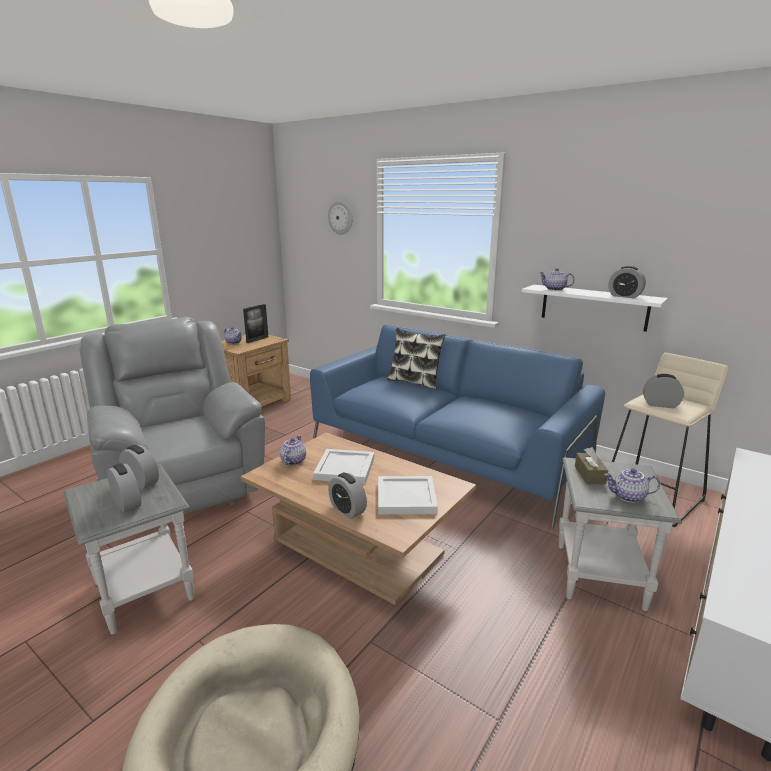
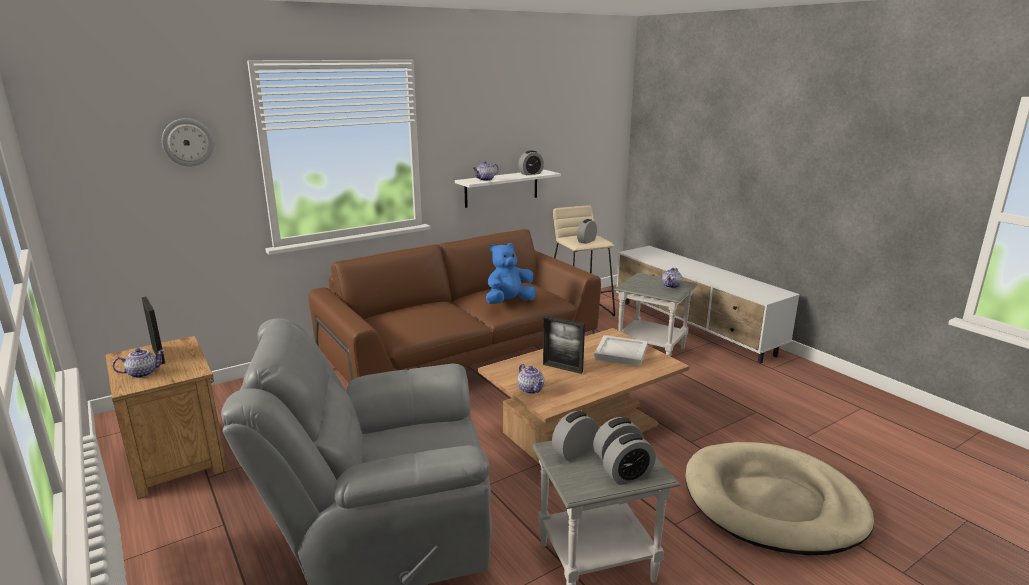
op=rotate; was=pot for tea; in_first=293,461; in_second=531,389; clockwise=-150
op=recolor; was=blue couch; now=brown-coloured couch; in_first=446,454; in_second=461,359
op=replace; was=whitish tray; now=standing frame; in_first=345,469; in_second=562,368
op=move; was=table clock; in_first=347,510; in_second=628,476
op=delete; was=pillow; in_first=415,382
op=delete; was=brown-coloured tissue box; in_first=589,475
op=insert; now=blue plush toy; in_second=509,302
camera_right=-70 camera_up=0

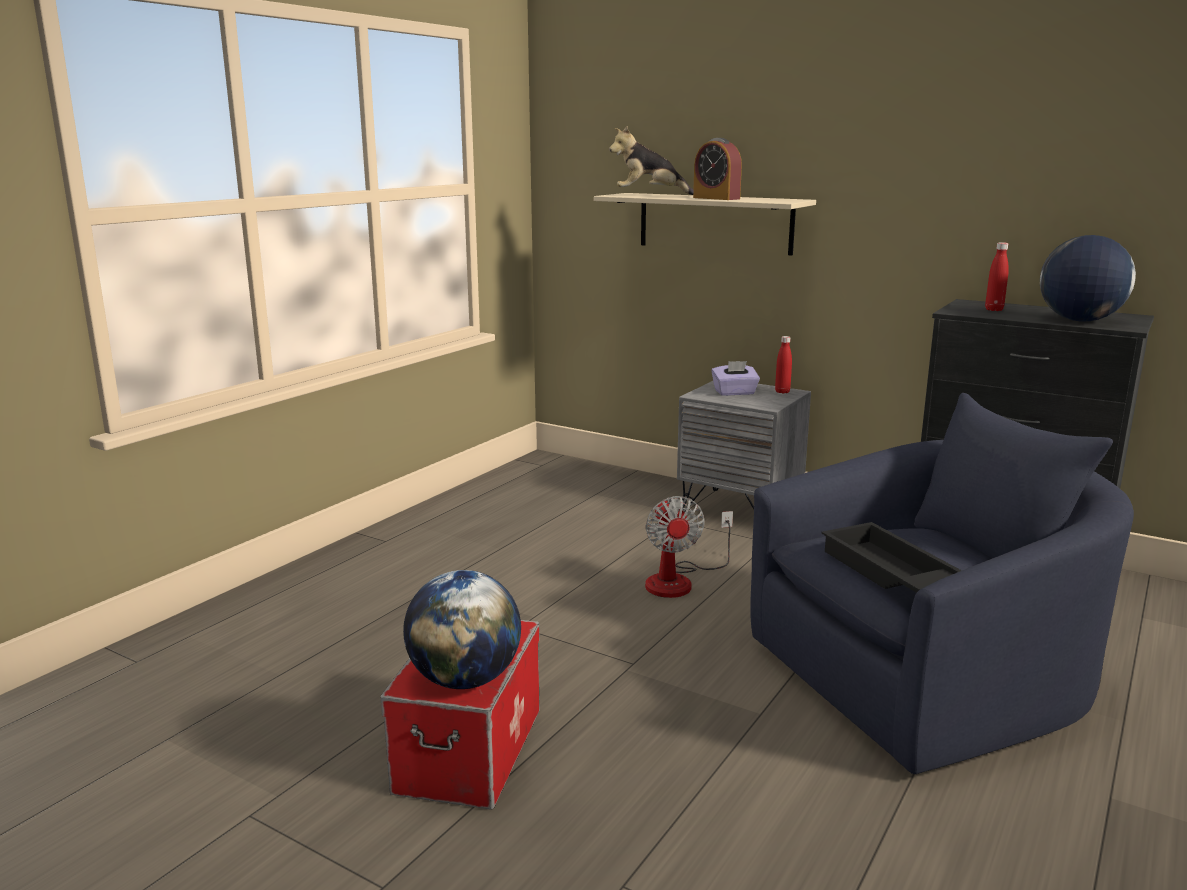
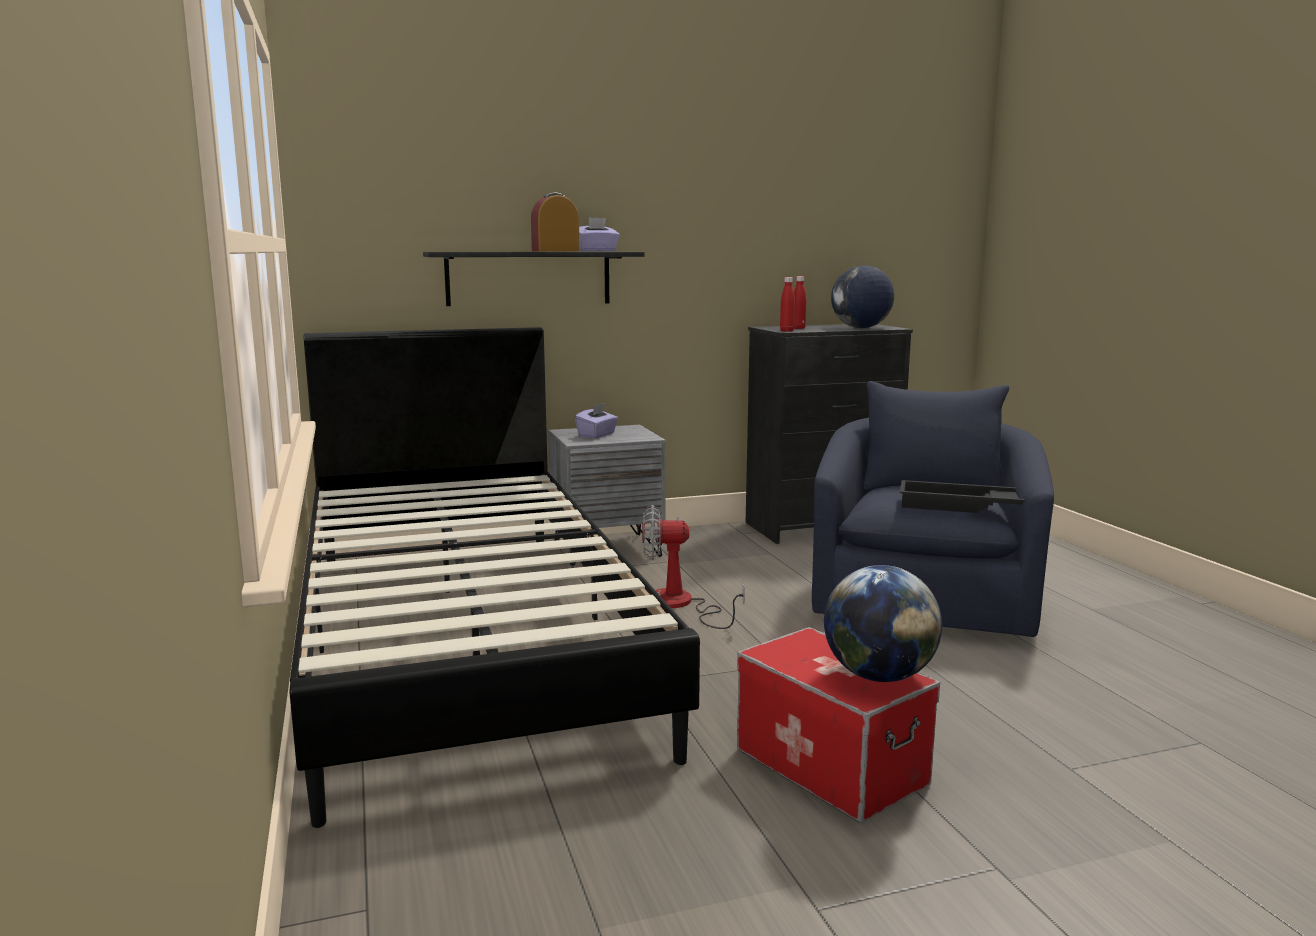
op=recolor; was=beige wall shelf; now=blackish wall shelf; in_first=715,223; in_second=528,278
op=delete; was=plush toy; in_first=649,195
op=rotate; was=cooling fan; in_first=679,580; in_second=680,605; clockwise=150
op=rotate; was=table clock; in_first=716,198; in_second=555,251; clockwise=150
op=move; was=red bottle; in_first=782,392; in_second=787,331
op=insert; now=blackish bed; in_second=465,639
op=insert; now=purple-coloured tissue box; in_second=596,251
camera_right=-50 camera_up=-5

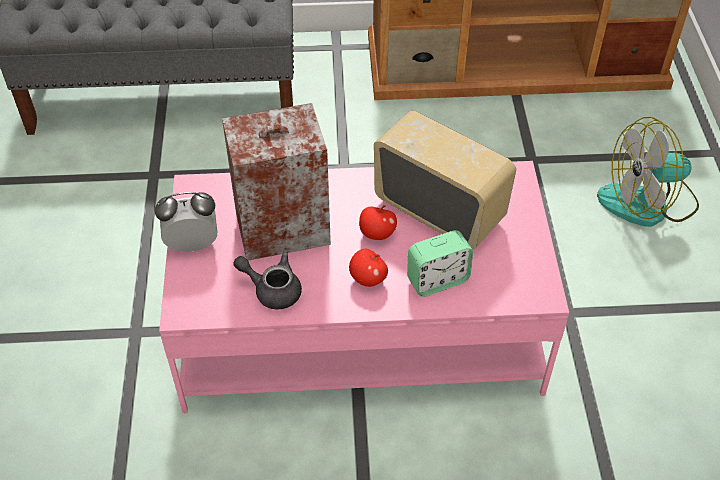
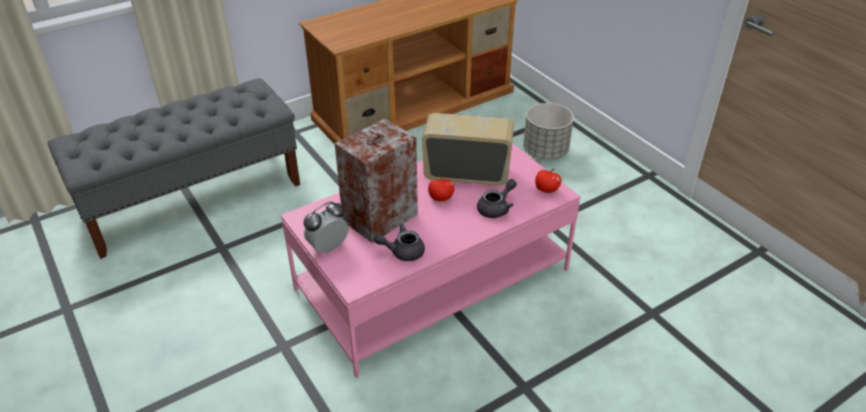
op=move; was=apple fruit; in_first=368,279; in_second=546,190
op=replace; was=table clock; now=gray pot for tea; in_first=437,280; in_second=496,208
op=replace; was=cooling fan; now=gray planter; in_first=648,202; in_second=545,152
camera_right=-30 camera_up=-10

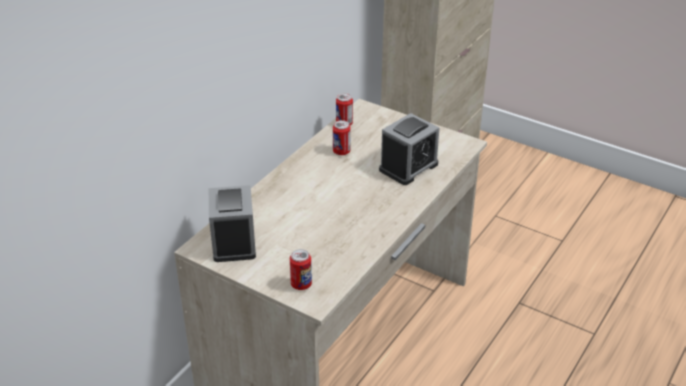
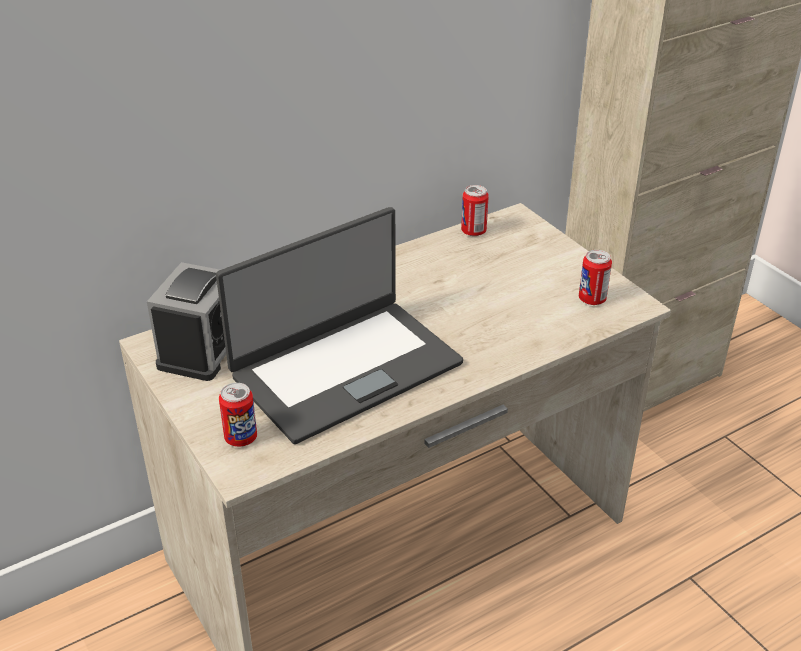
op=move; was=metal can; in_first=341,152; in_second=592,299
op=delete; was=table clock; in_first=408,167
op=insert; now=notebook computer; in_second=344,368
camera_right=25 camera_up=0

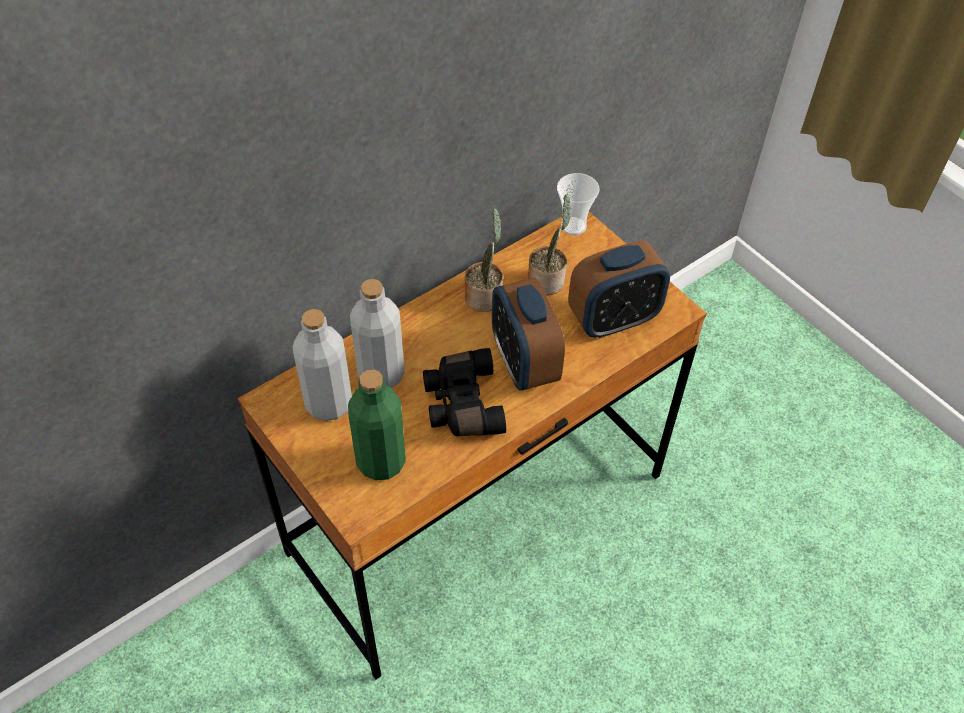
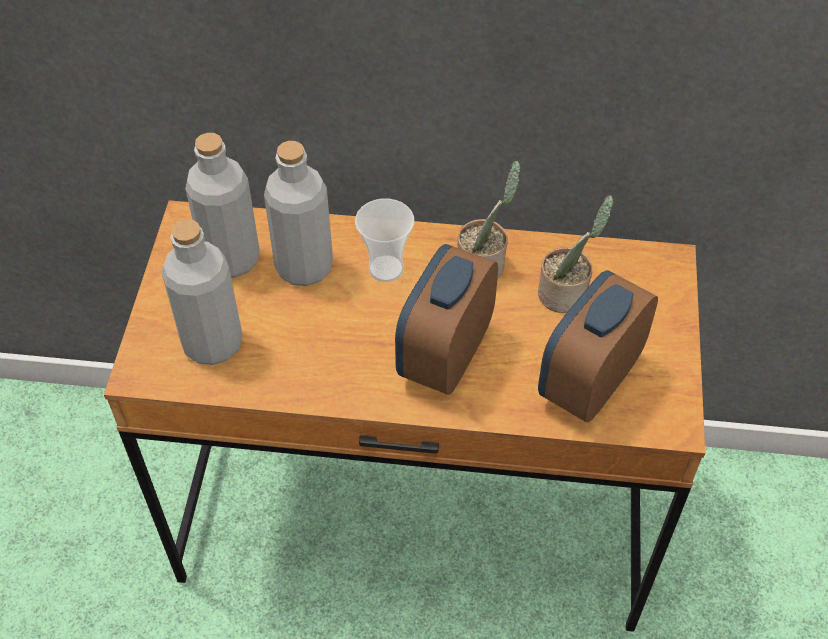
op=recolor; was=green bottle; now=gray bottle; in_first=381,461; in_second=212,343
op=delete; was=blackish pair of binoculars; in_first=461,404
op=move; was=cup; in_first=573,226; in_second=386,269
op=rotate; was=table clock; in_first=613,319; in_second=588,382; clockwise=105
camera_right=45 camera_up=0

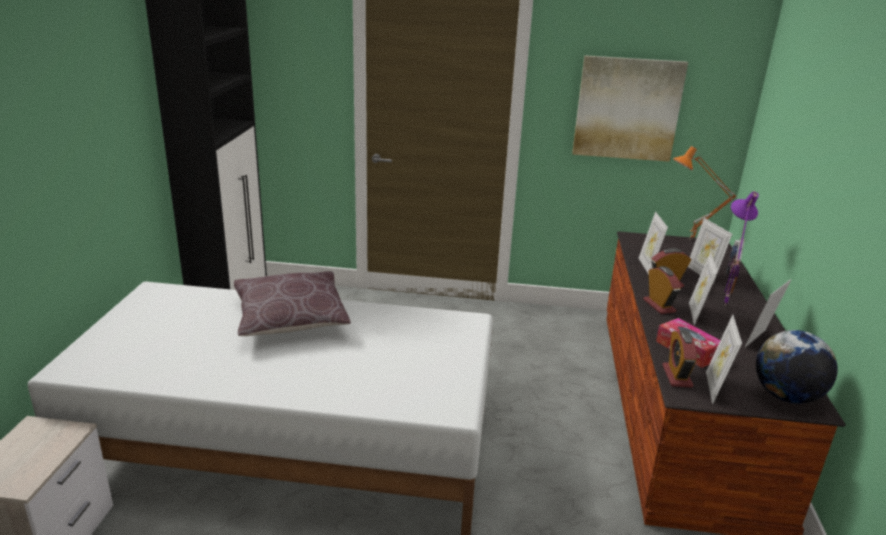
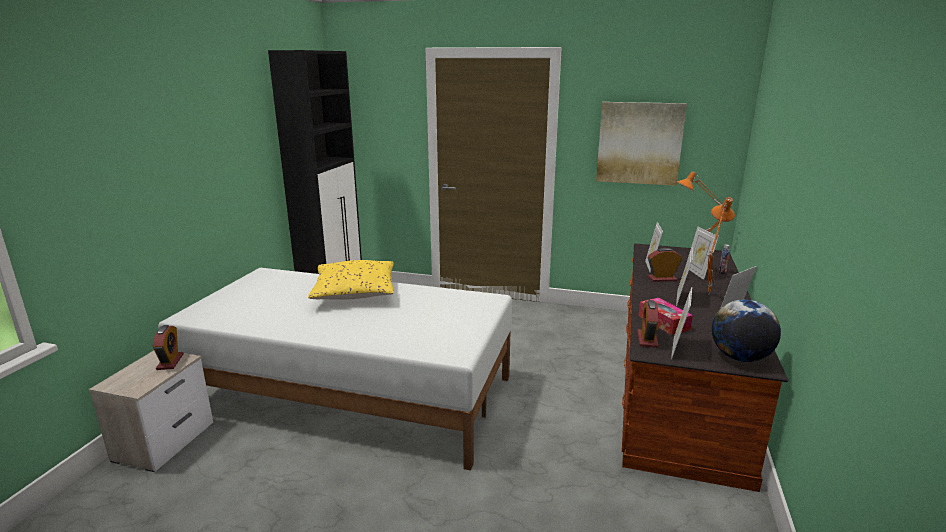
op=recolor; was=brown-coloured pillow; now=yellow pillow; in_first=290,318; in_second=355,292
op=move; was=table clock; in_first=659,306; in_second=170,362
op=recolor; was=purple-coloured lamp for a table; now=orangey lamp for a table; in_first=722,305; in_second=706,293
camera_right=10 camera_up=-5

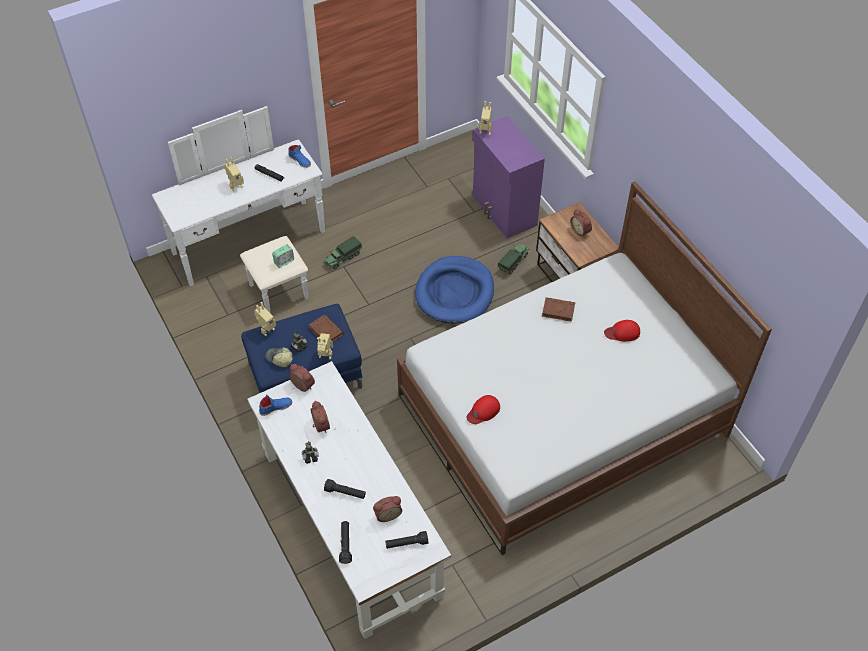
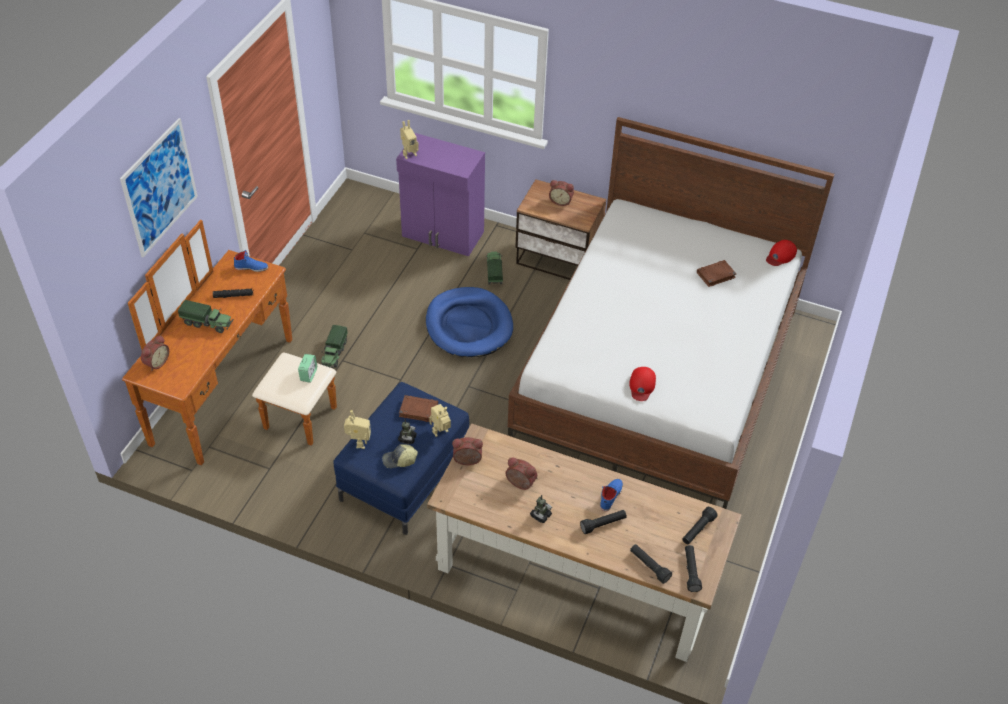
op=recolor; was=whitish dresser; now=brown-coloured dresser; in_first=256,253; in_second=241,396
op=replace; was=toy robot; now=model truck; in_first=235,186; in_second=208,323
op=recolor; was=whitish desk table; now=brown-coloured desk table; in_first=349,522; in_second=574,575
op=move; was=blue shoe; in_first=275,407; in_second=610,496
op=move; was=table clock; in_first=387,514; in_second=156,362
op=move; was=brown-coloured book; in_first=558,310; in_second=715,275
op=move; was=red baseball cap; in_first=622,332; in_second=780,255
op=insert; now=wall art; in_second=160,187
op=insert; now=blackish torch; in_second=691,571
camera_right=-40 camera_up=-5

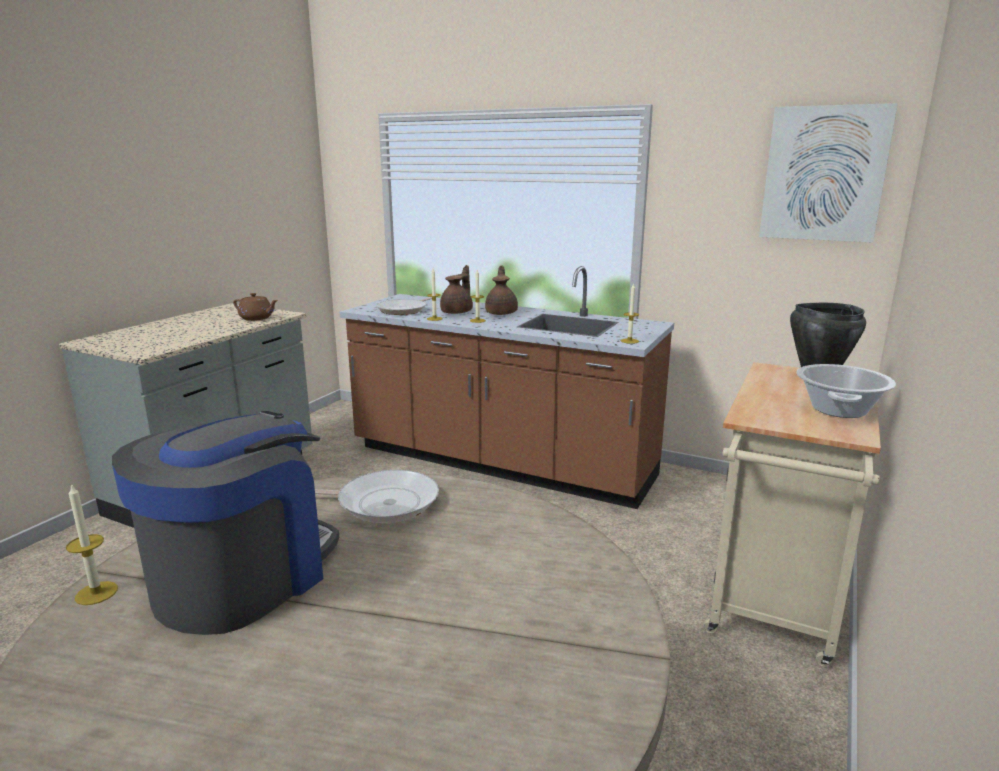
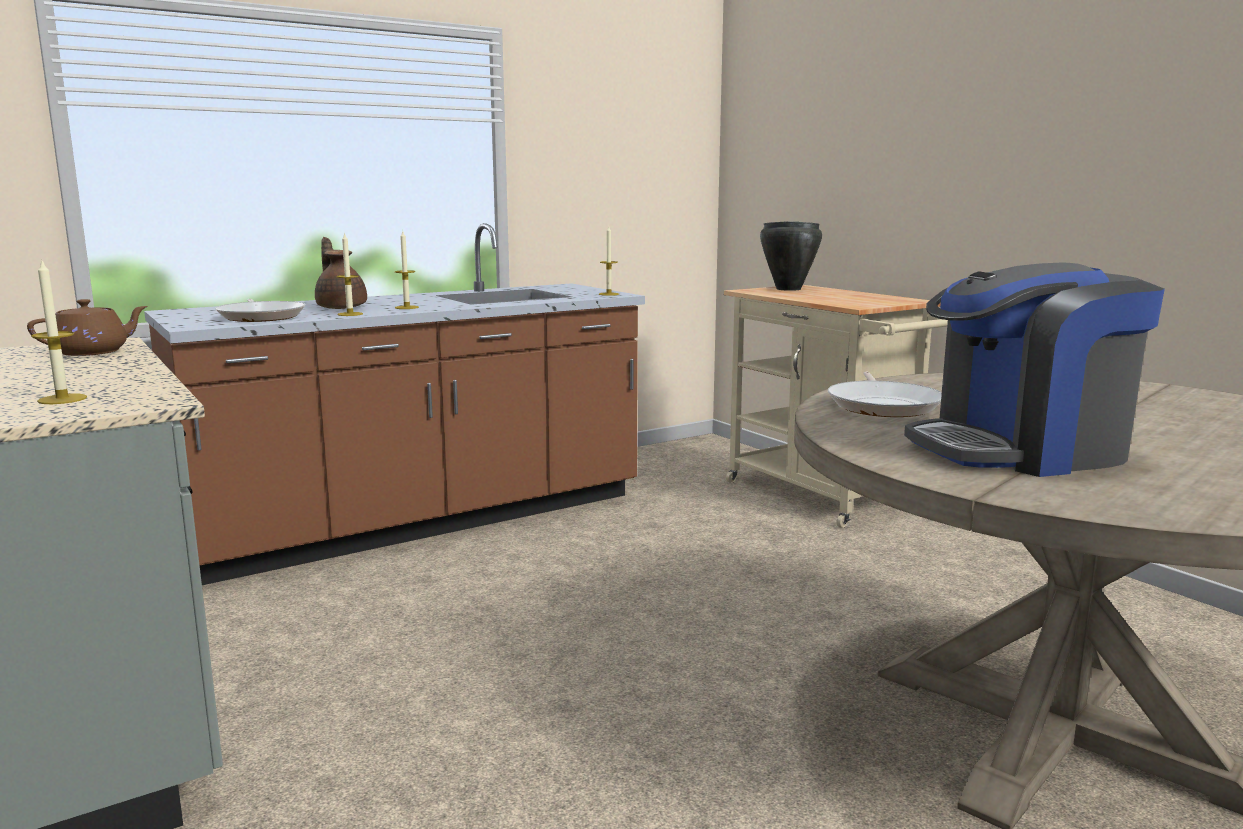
op=move; was=wax light; in_first=96,593; in_second=62,399
op=rotate; was=coffee machine; in_first=243,577; in_second=1021,450; clockwise=-75
op=rotate; was=frying pan; in_first=382,503; in_second=883,405; clockwise=150
op=delete; was=brown-coloured pot for tea; in_first=502,313
op=delete; was=wall art; in_first=824,174
op=delete; was=saucepot; in_first=839,410
camera_right=-60 camera_up=-5

